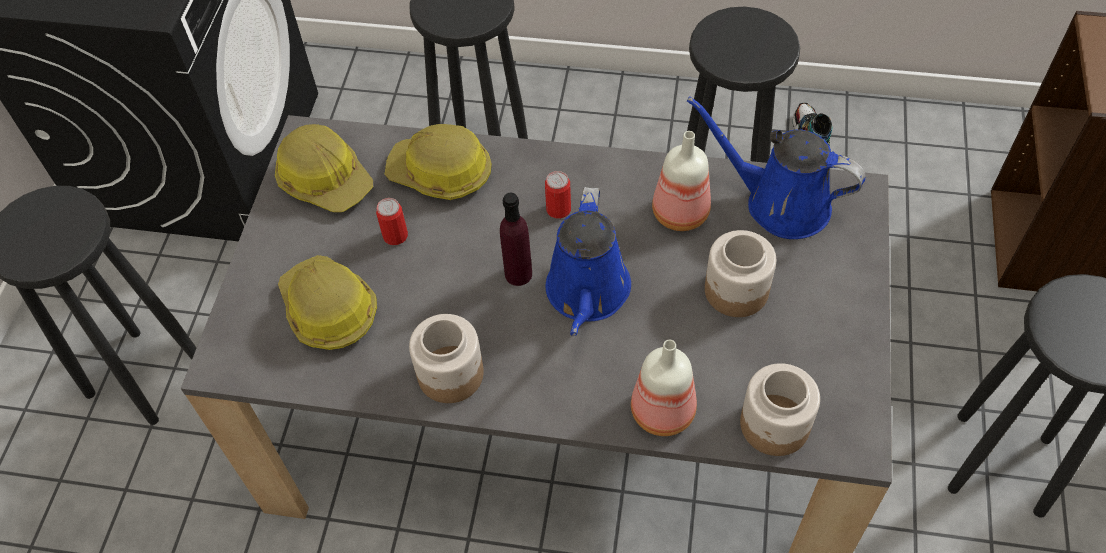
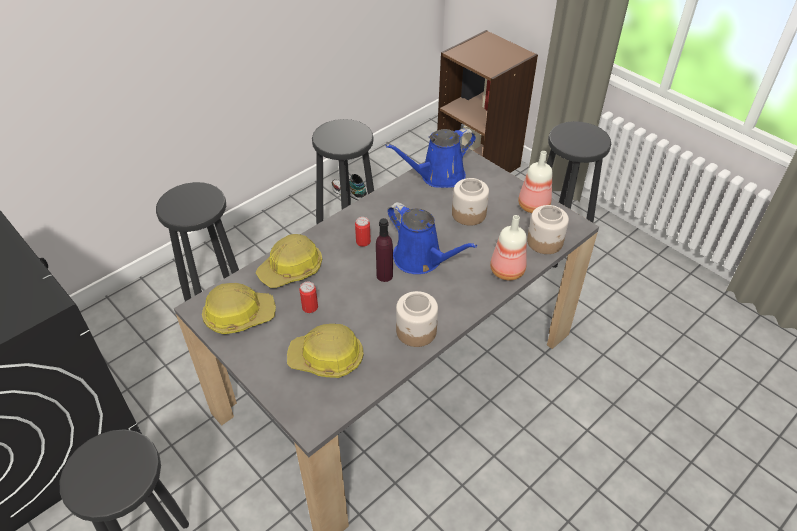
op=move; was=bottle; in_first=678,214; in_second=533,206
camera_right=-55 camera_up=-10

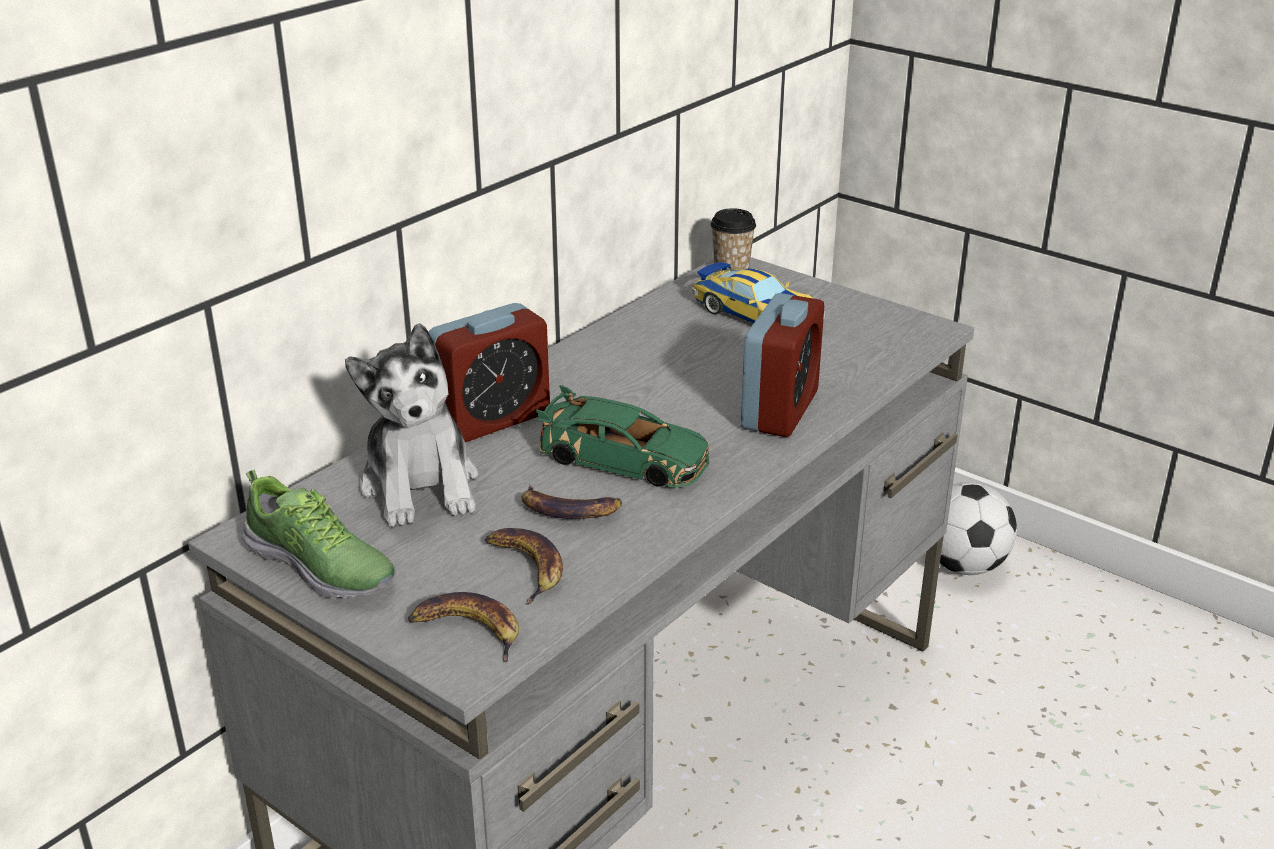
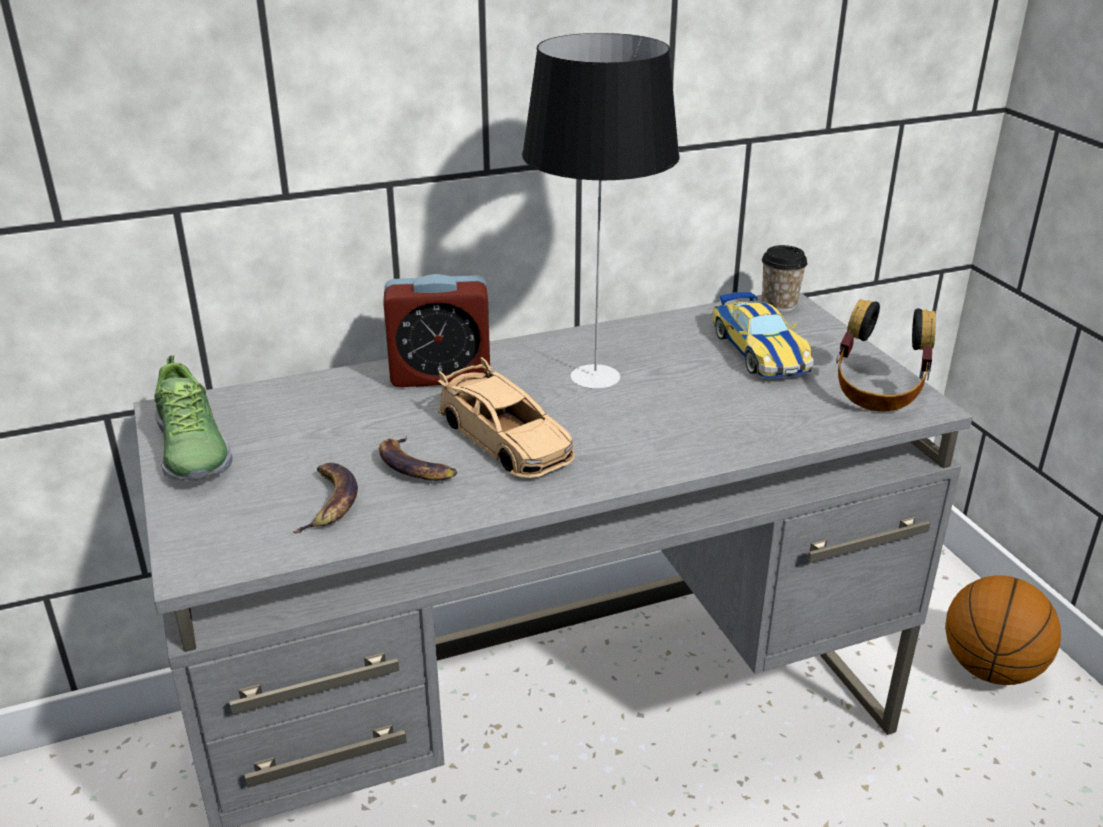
op=delete; was=plush toy; in_first=421,485
op=delete; was=banana; in_first=467,630
op=recolor; was=green miniature car; now=beige miniature car; in_first=623,459; in_second=505,438
op=delete; was=table clock; in_first=779,411
op=replace; was=ball for football; now=ball for basketball; in_first=963,565; in_second=991,668
op=insert; now=lamp for a table; in_second=595,375
op=insert; now=headset; in_second=878,391
camera_right=30 camera_up=0

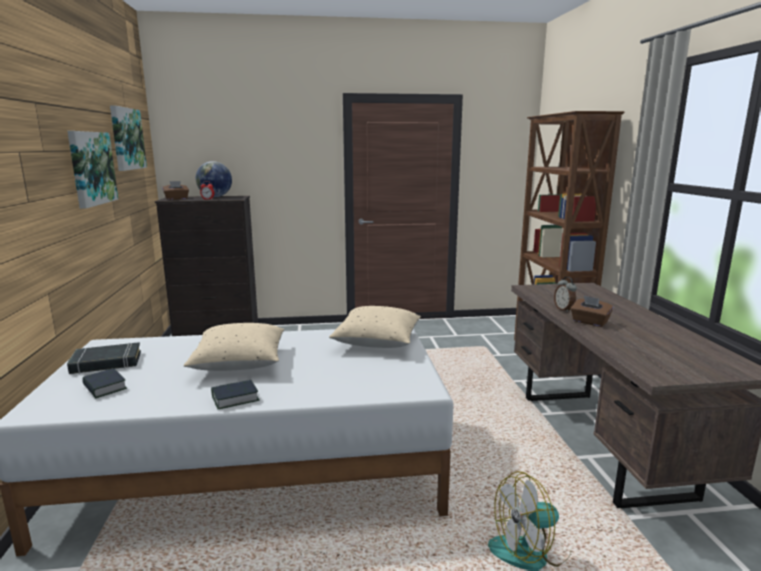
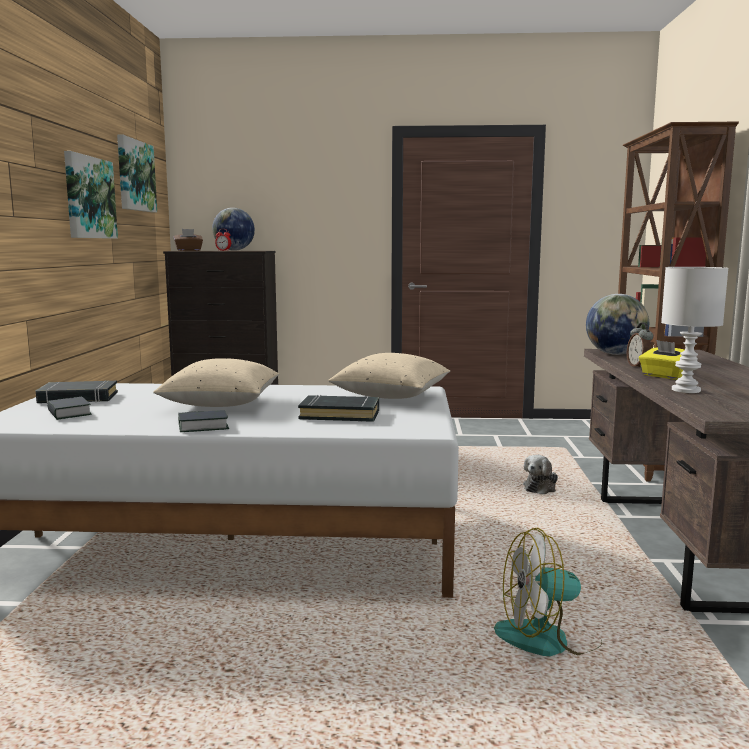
op=recolor; was=brown-coloured tissue box; now=yellow tissue box; in_first=589,322; in_second=665,376
op=insert; now=blackish book; in_second=340,414
op=insert; now=plush toy; in_second=540,488
op=insert; now=globe; in_second=615,354
op=insert; now=whitish lamp for a table; in_second=686,390
camera_right=10 camera_up=-5

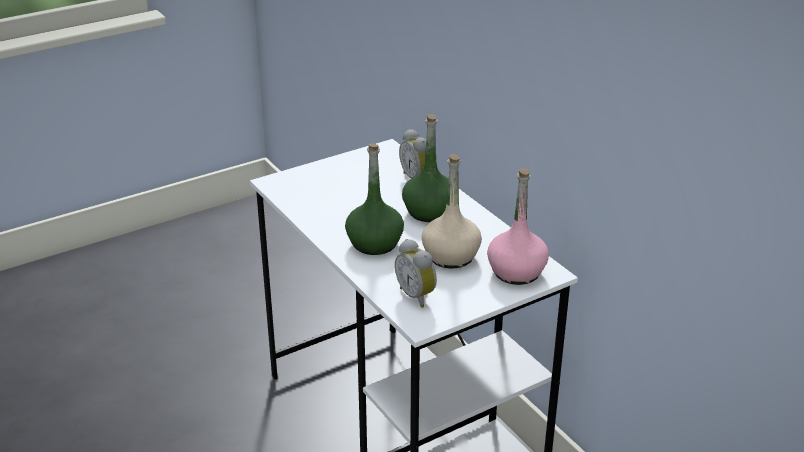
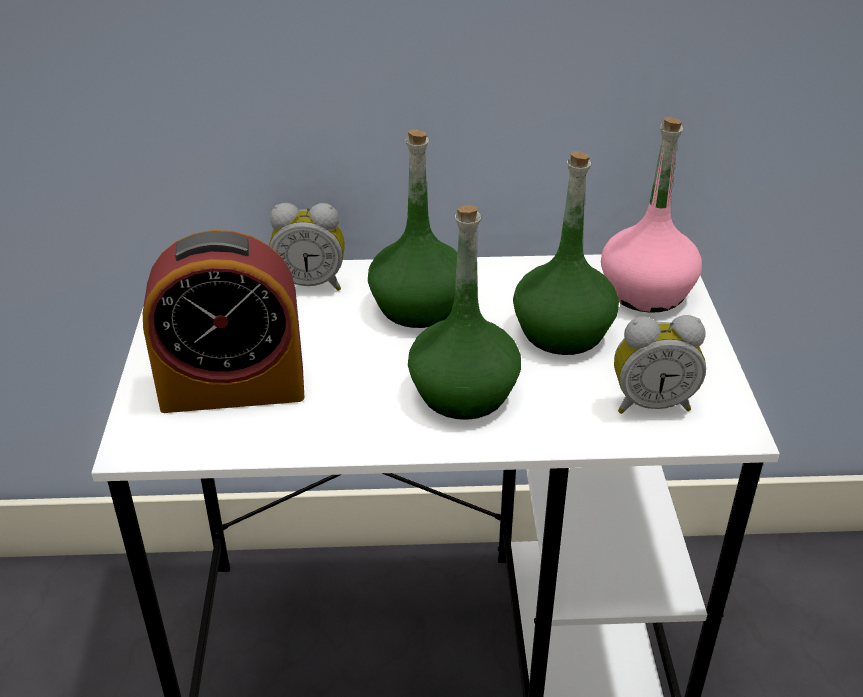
op=recolor; was=beige bottle; now=green bottle; in_first=451,256; in_second=562,332
op=insert; now=table clock; in_second=233,387
camera_right=-60 camera_up=5

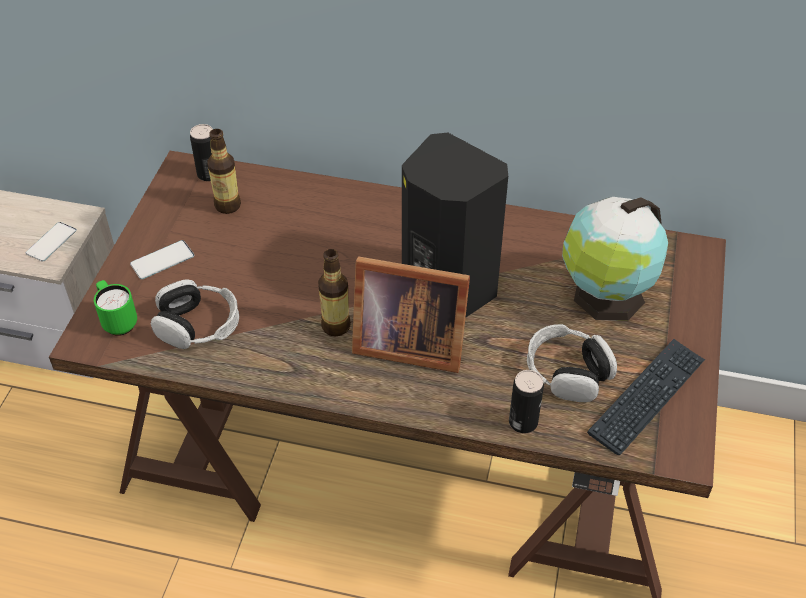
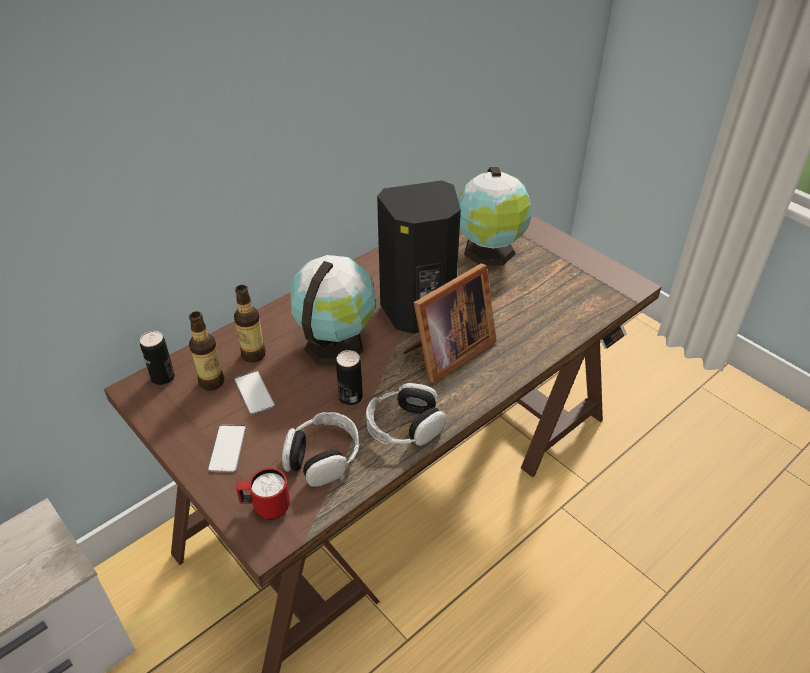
op=move; was=phone; in_first=51,242; in_second=254,392
op=recolor; was=green mug; now=red mug; in_first=117,321; in_second=266,508
op=move; was=bottle; in_first=336,326; in_second=253,355
op=move; was=metal can; in_first=523,422; in_second=350,397
op=move; was=headset; in_first=567,372; in_second=404,426
op=delete; was=PC keyboard; in_first=647,397
op=insert; now=globe; in_second=335,343
camera_right=-55 camera_up=-5

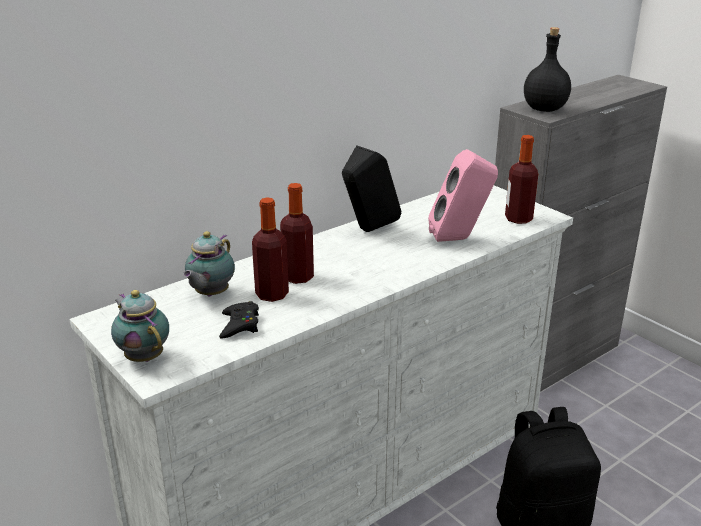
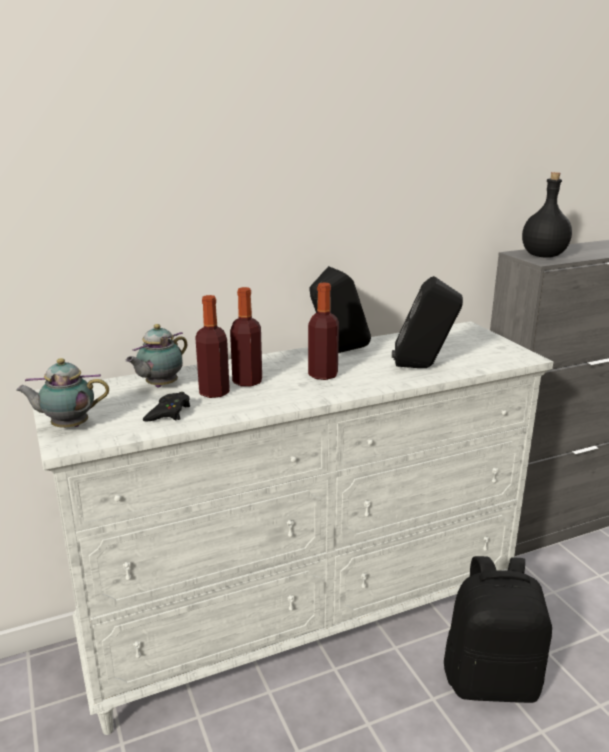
op=rotate; was=pot for tea; in_first=144,356; in_second=67,426; clockwise=-75
op=recolor; was=pinkish speaker; now=blackish speaker; in_first=460,239; in_second=423,367
op=move; was=bottle; in_first=518,219; in_second=323,375
camera_right=15 camera_up=-5

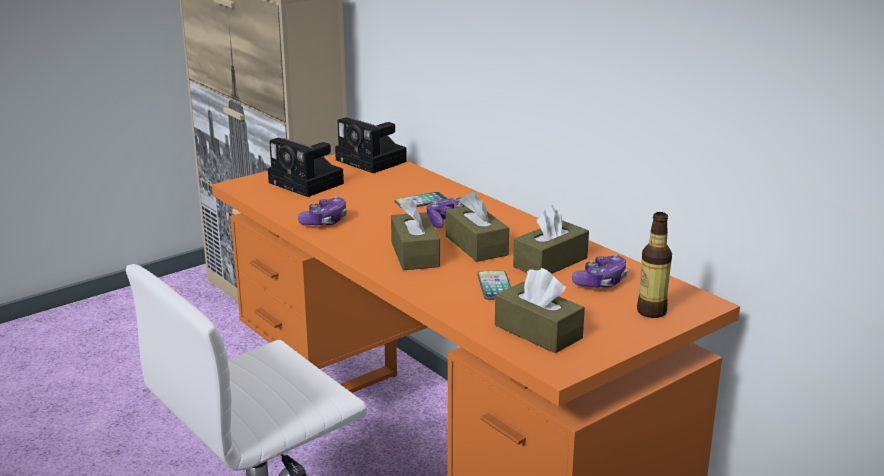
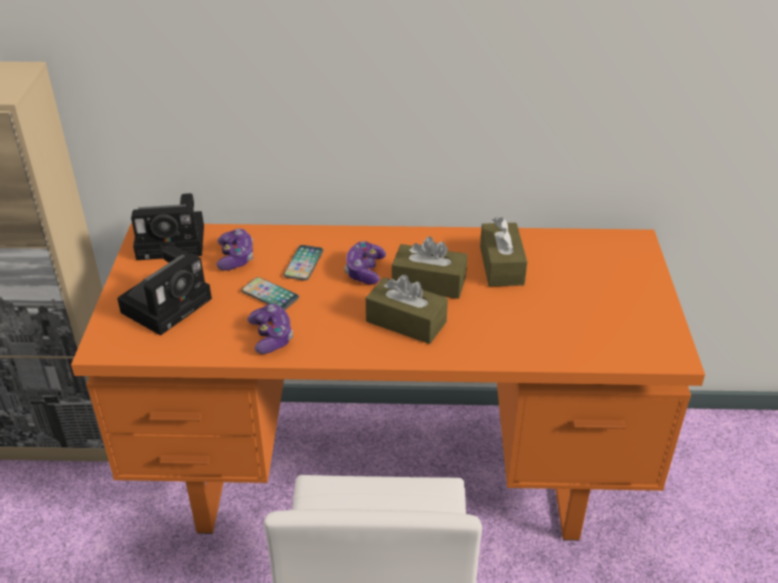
op=rotate; was=photo camera; in_first=308,183; in_second=168,303; clockwise=-45
op=move; was=phone; in_first=495,286; in_second=270,295
op=delete; was=brown-coloured tissue box; in_first=538,332
op=move; was=joypad; in_first=601,282; in_second=236,257
op=delete; was=bottle; in_first=651,311
camera_right=-50 camera_up=15

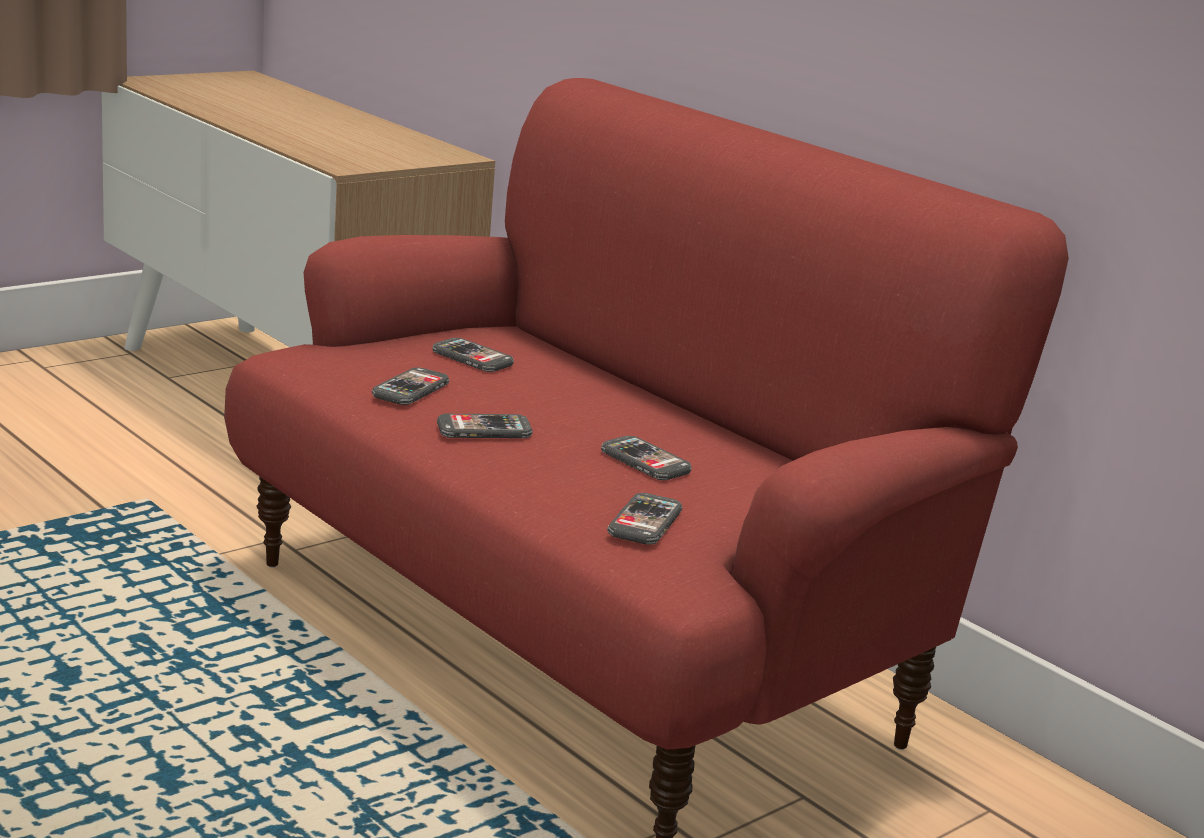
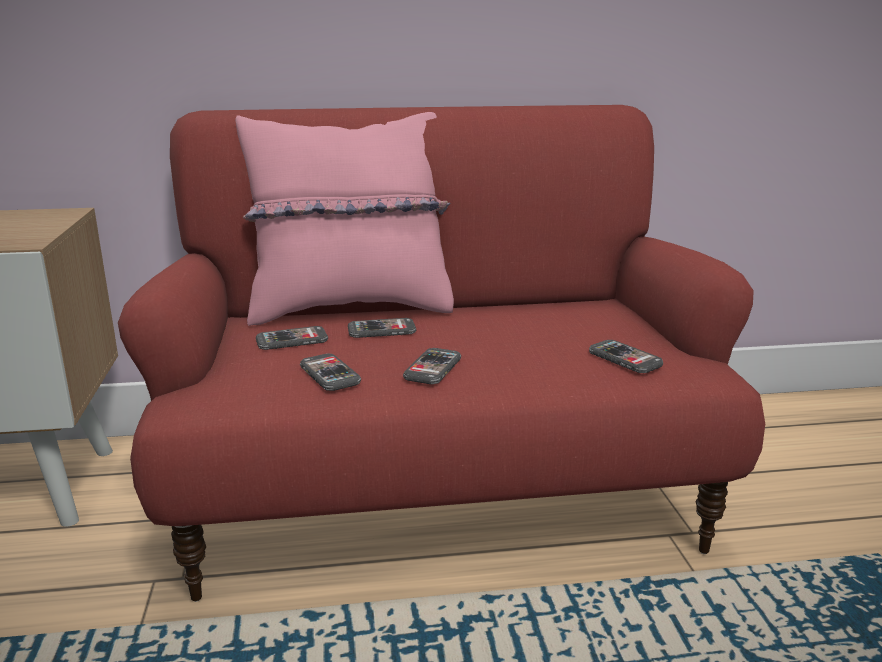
op=move; was=phone; in_first=645,461; in_second=381,330
op=insert; now=pinkish pillow; in_second=351,308
camera_right=-55 camera_up=0

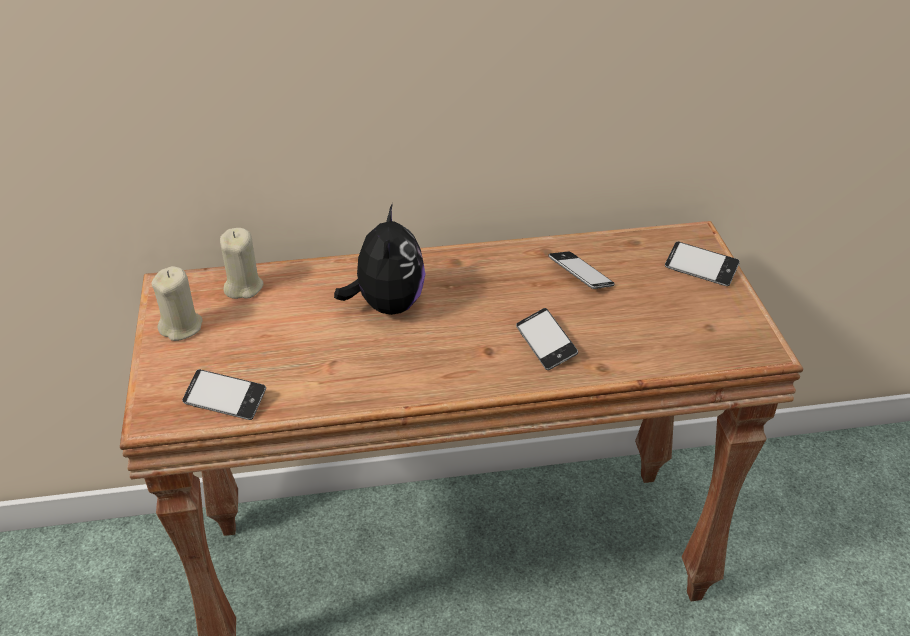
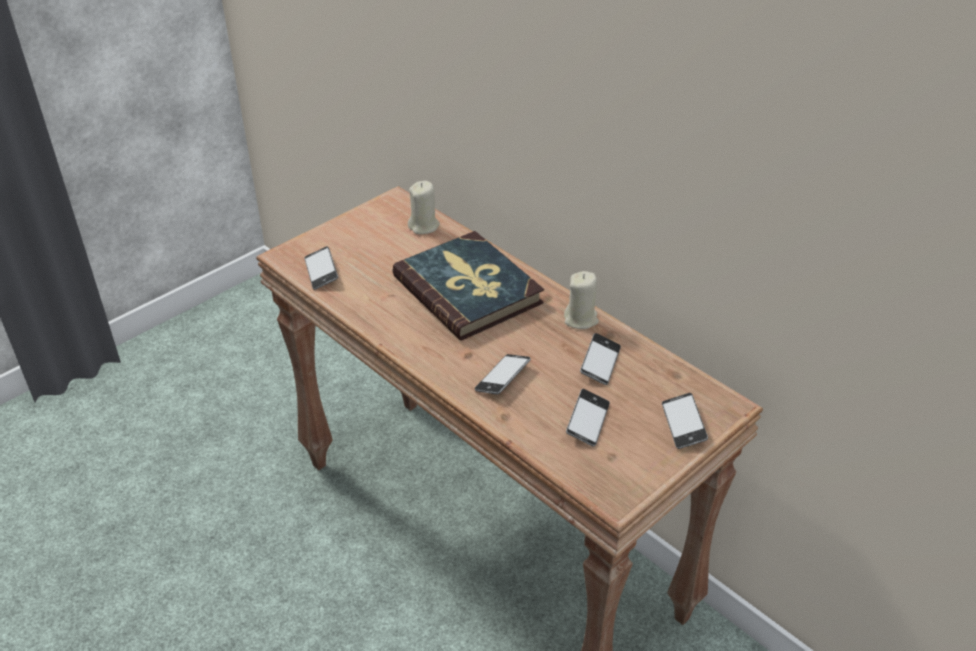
op=move; was=beige wax light; in_first=181,327; in_second=581,319
op=replace; was=plush toy; now=book; in_first=387,304; in_second=468,290
op=insert; now=phone; in_second=587,421
camera_right=55 camera_up=0

